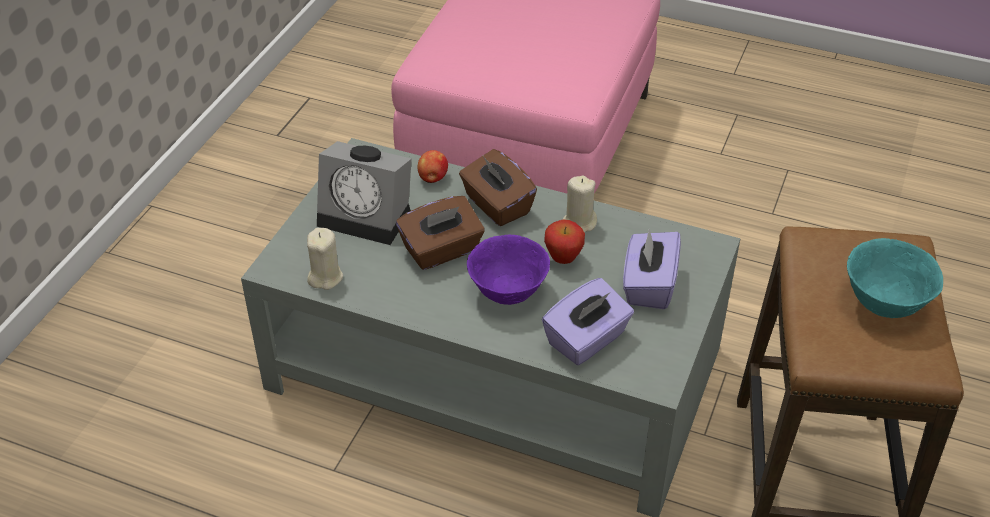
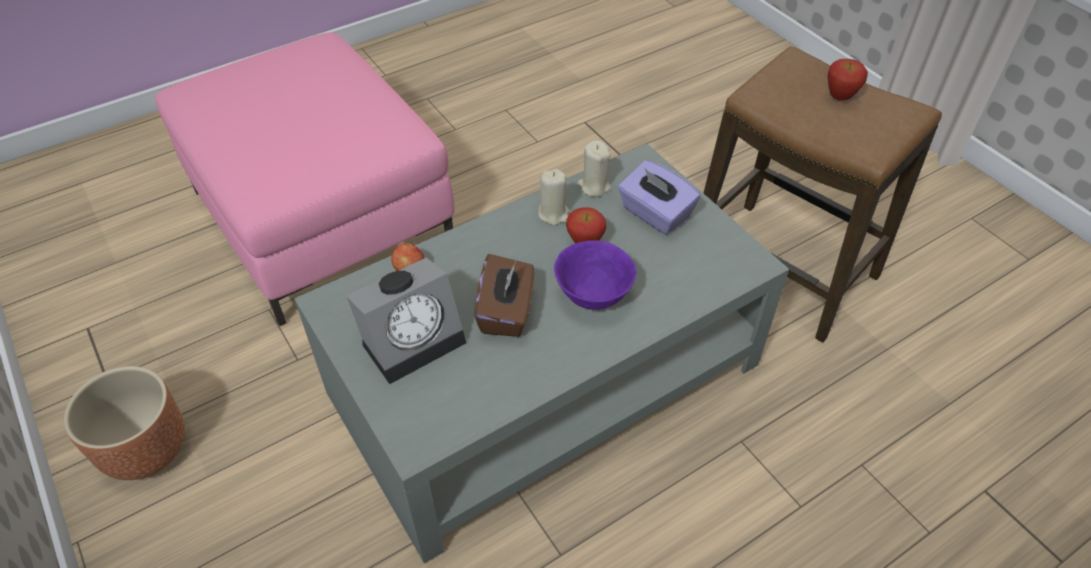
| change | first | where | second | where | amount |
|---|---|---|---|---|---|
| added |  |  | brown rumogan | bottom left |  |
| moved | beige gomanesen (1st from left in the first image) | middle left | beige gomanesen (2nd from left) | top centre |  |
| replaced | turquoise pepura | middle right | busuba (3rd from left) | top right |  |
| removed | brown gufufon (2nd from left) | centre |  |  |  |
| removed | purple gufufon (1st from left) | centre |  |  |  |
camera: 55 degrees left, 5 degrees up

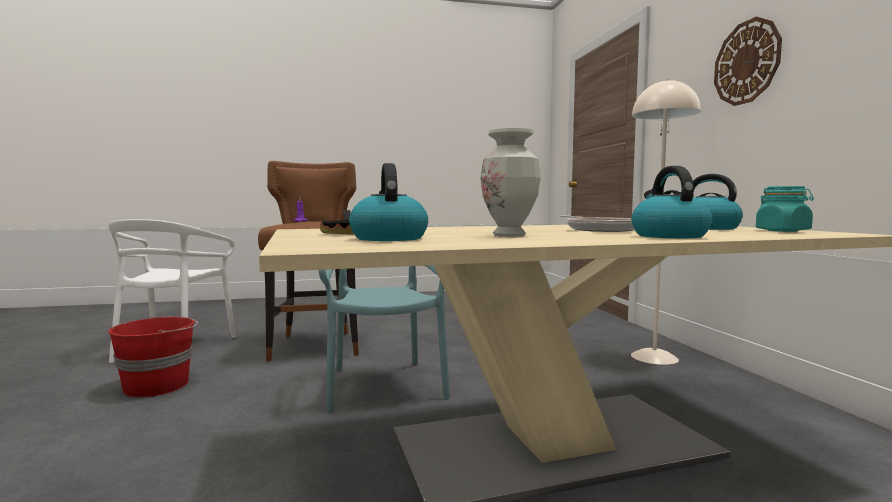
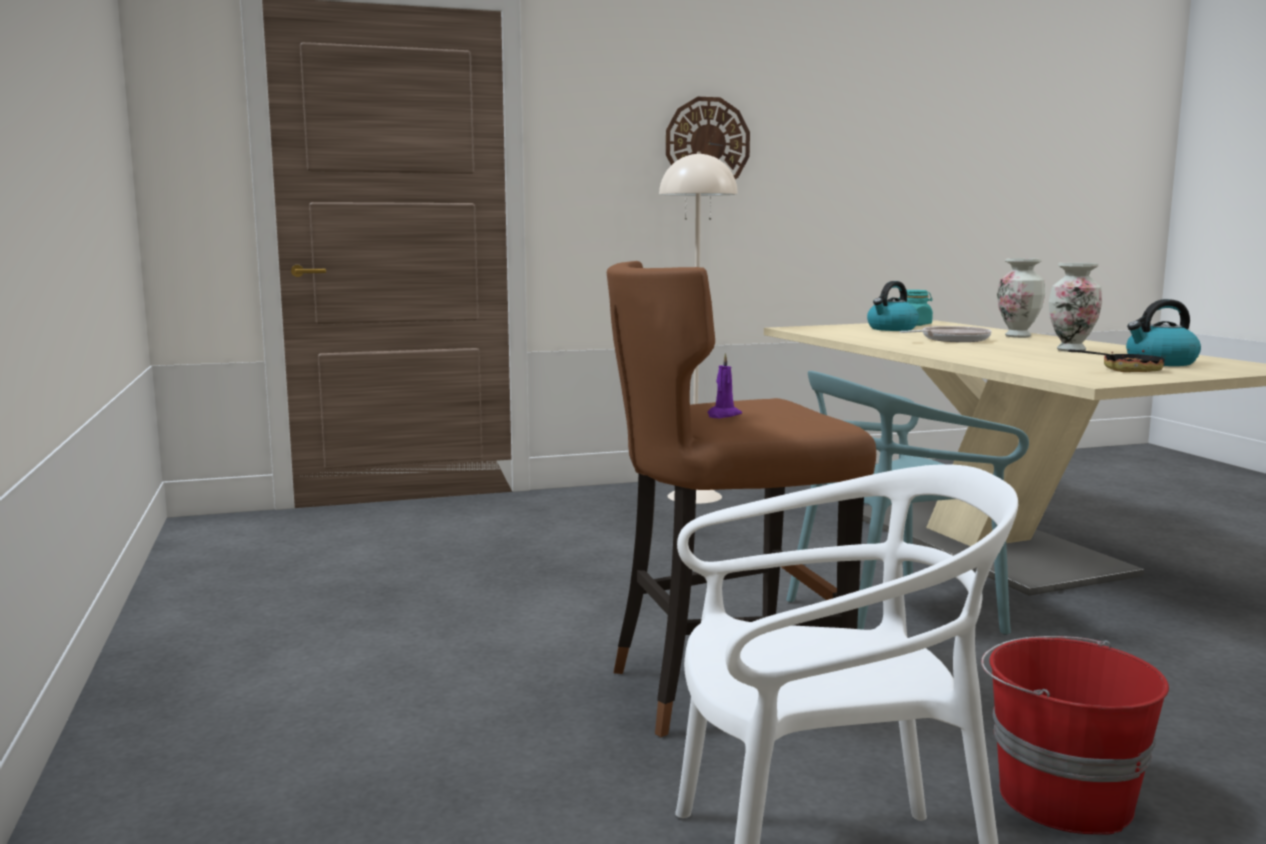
| change | first | where | second | where | amount |
|---|---|---|---|---|---|
| replaced | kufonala (2nd from left) | middle right | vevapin (1st from left) | middle right |  |
camera: 95 degrees left, 5 degrees up

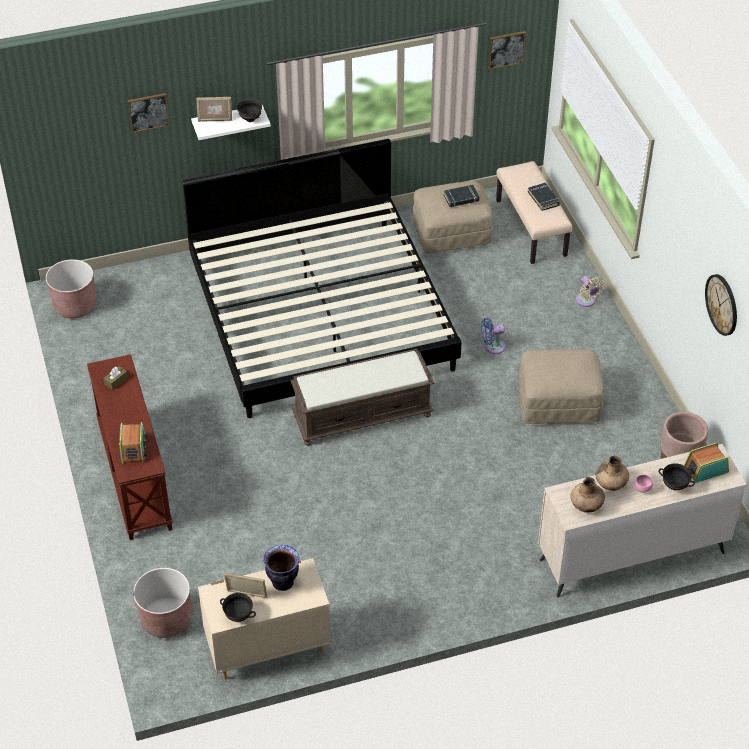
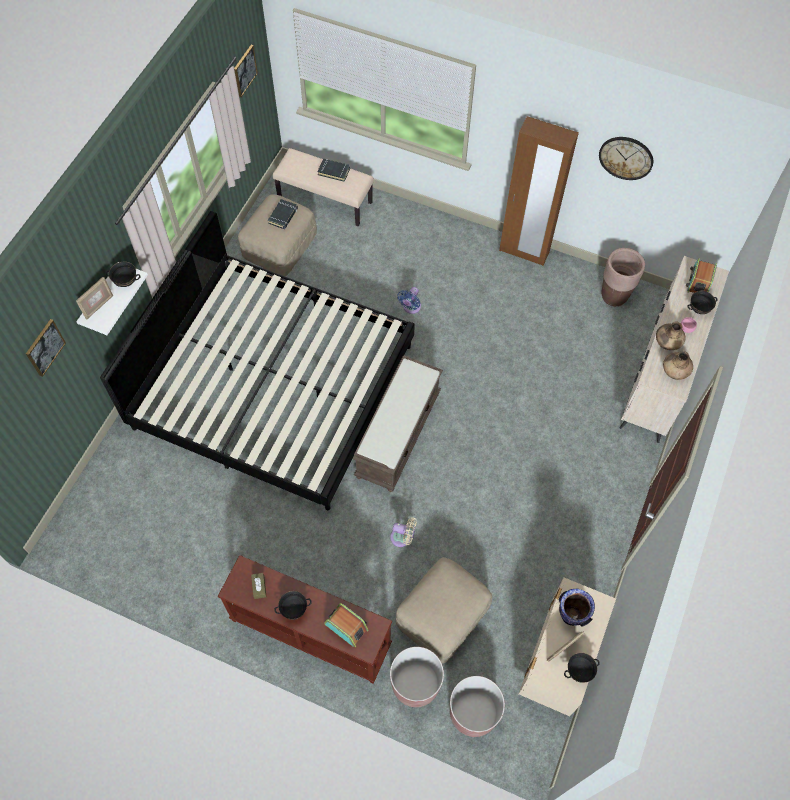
| change | first | where | second | where | amount |
|---|---|---|---|---|---|
| added |  |  | black pepura (2nd from left) | bottom centre |  |
| moved | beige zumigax | middle right |  | centre |  |
| moved | brown rumogan (1st from left) | middle left |  | bottom centre |  |
| moved | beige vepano (2nd from left) | middle right |  | bottom centre |  |
| added |  |  | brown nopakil | top right |  |
camera: 50 degrees left, 15 degrees up

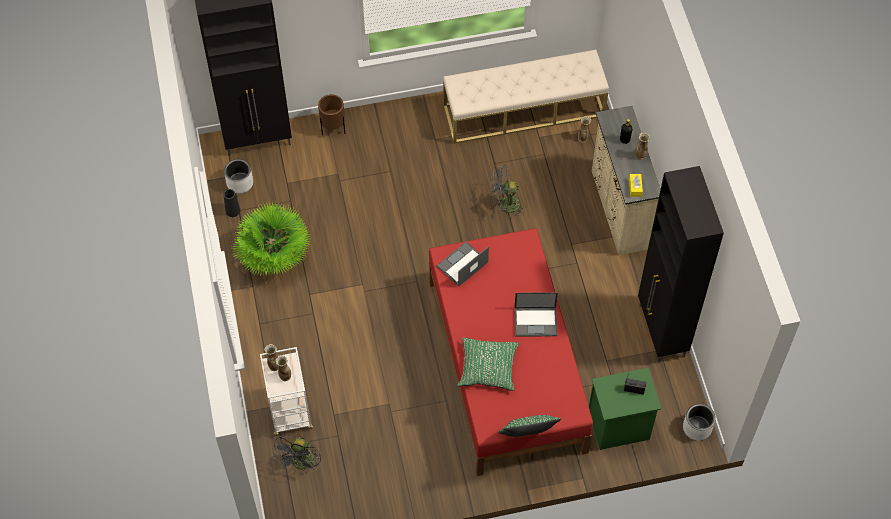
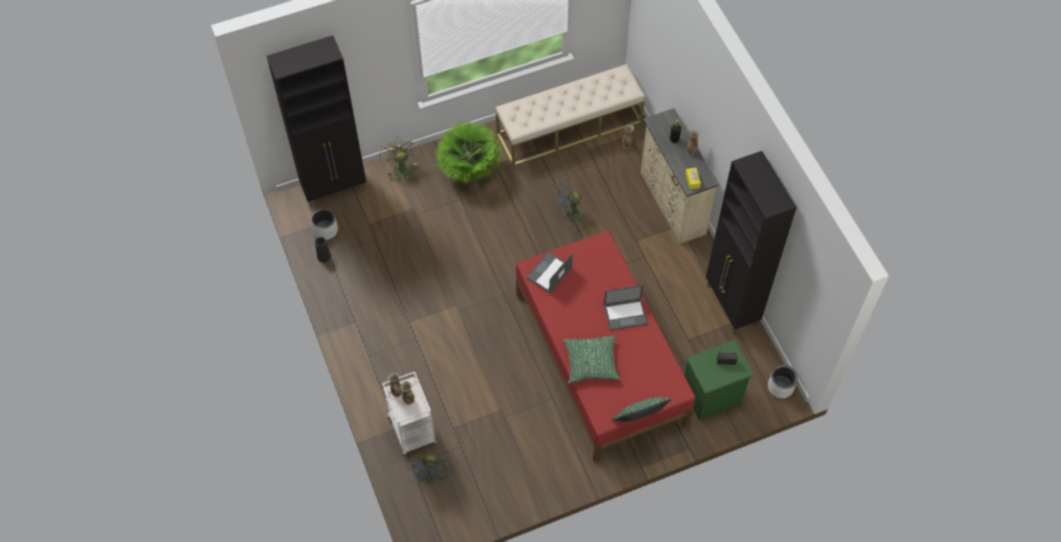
| change | first | where | second | where | amount |
|---|---|---|---|---|---|
| replaced | brown rumogan | top centre | green zumigax | top centre |  |
| moved | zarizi | middle left |  | top centre |  |
camera: 10 degrees left, 0 degrees up

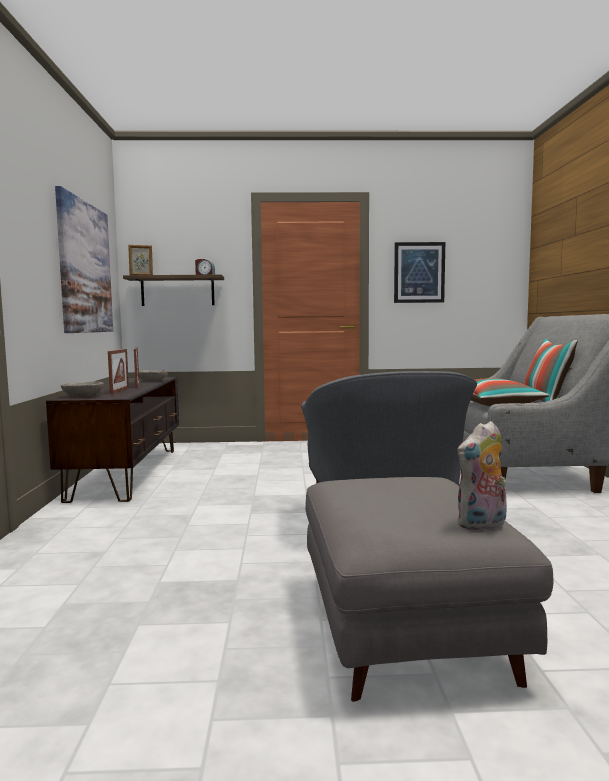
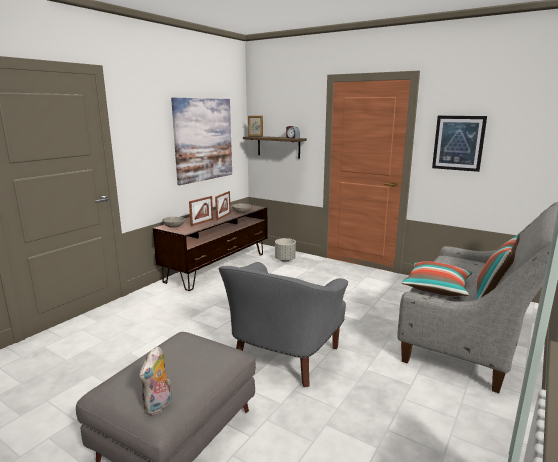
| change | first | where | second | where | amount |
|---|---|---|---|---|---|
| turned | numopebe | middle right |  | bottom left | 75 degrees counterclockwise |
| added |  |  | grey rumogan | centre |  |
camera: 35 degrees right, 10 degrees up

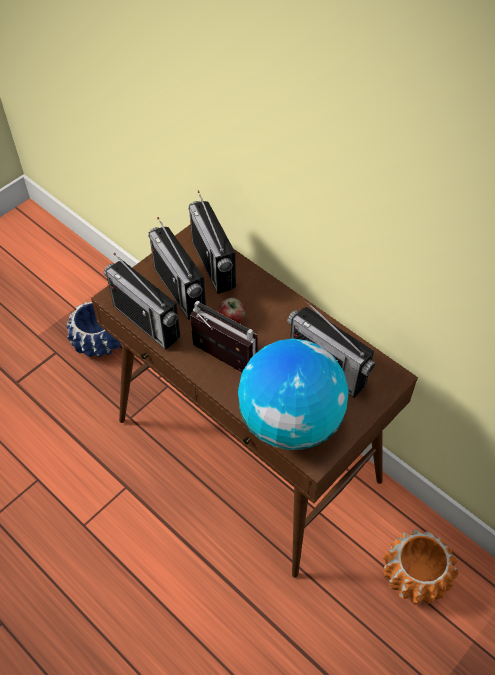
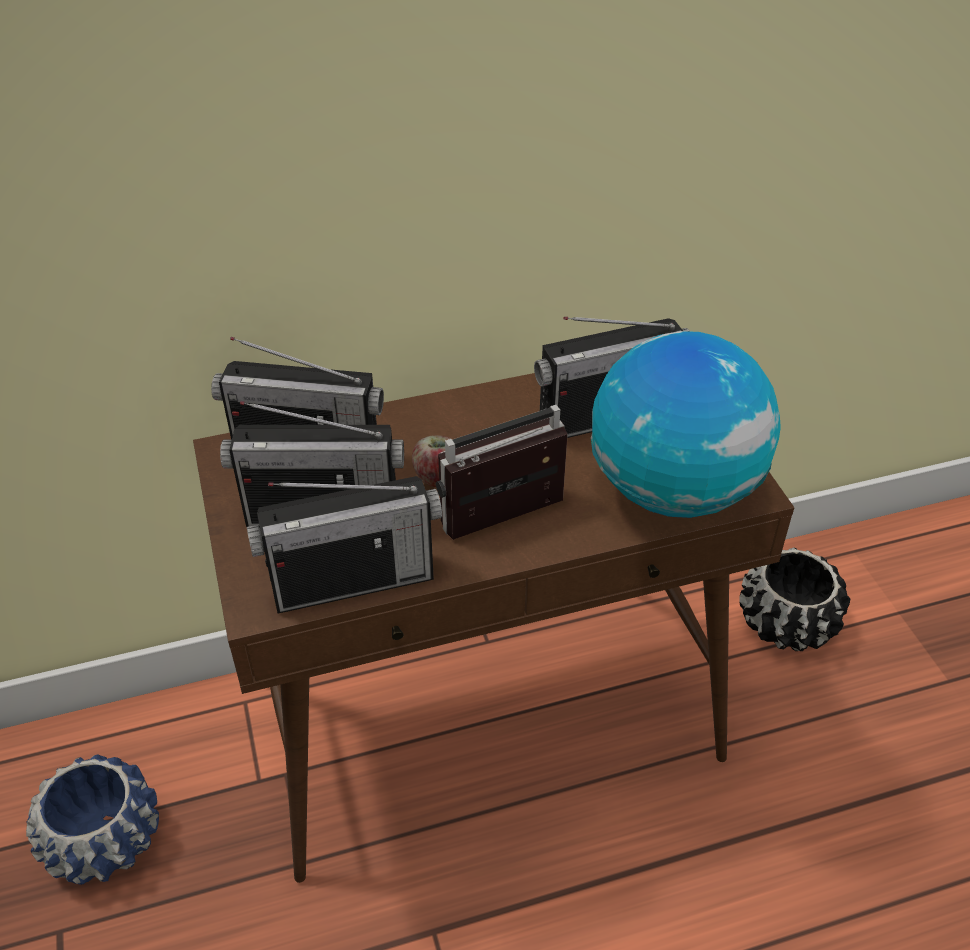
| change | first | where | second | where | amount |
|---|---|---|---|---|---|
| recoloured | orange rumogan | bottom right | black rumogan | middle right |  |
camera: 60 degrees left, 10 degrees down

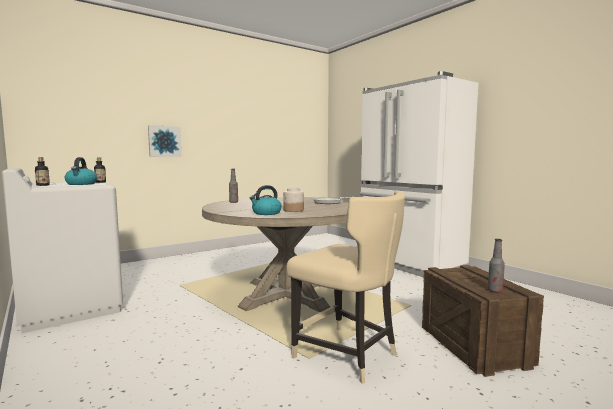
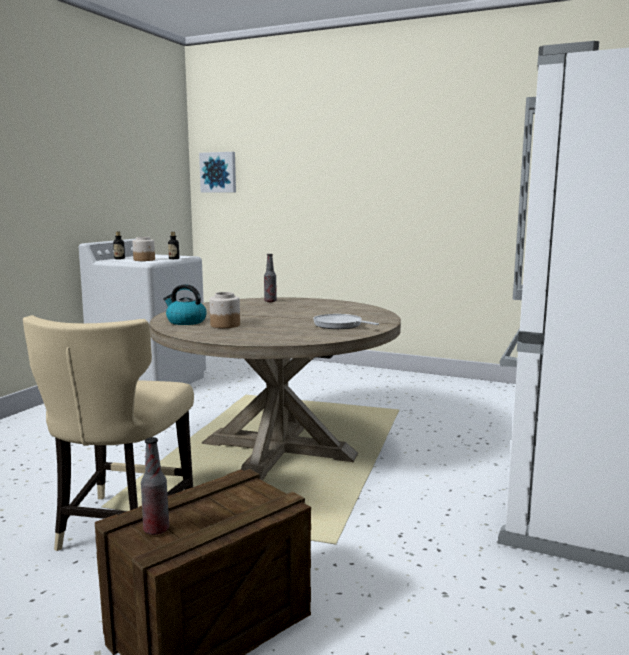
| change | first | where | second | where | amount |
|---|---|---|---|---|---|
| replaced | kufonala (1st from left) | middle left | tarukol (1st from left) | middle left |  |
| moved | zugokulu | middle left |  | top centre |  |
camera: 60 degrees right, 5 degrees up

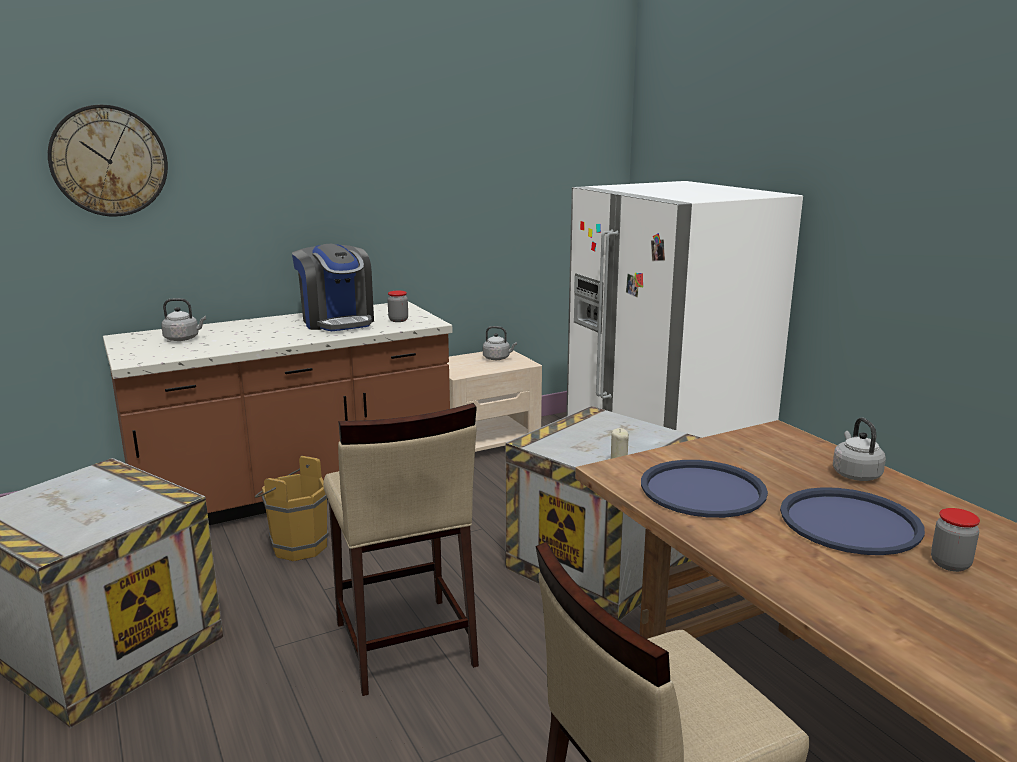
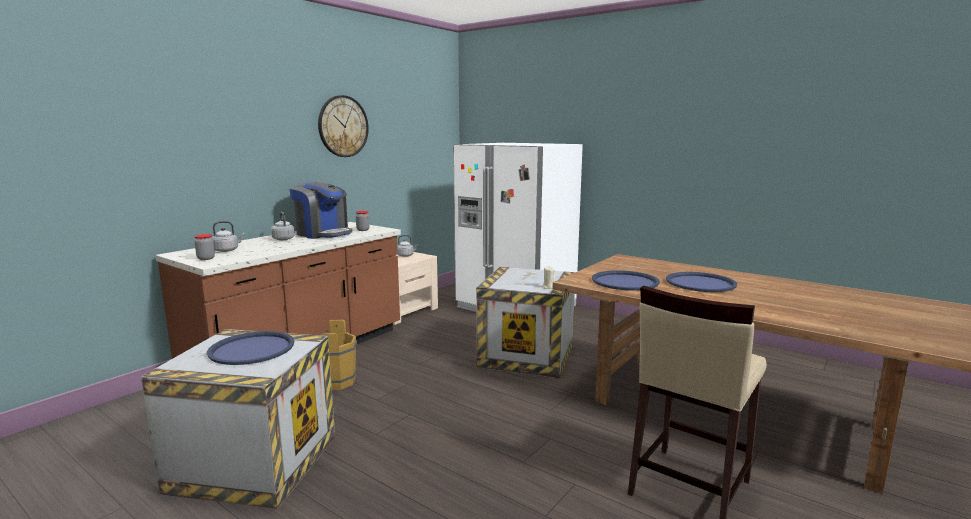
| change | first | where | second | where | amount |
|---|---|---|---|---|---|
| moved | tarukol (2nd from left in the first image) | bottom right | tarukol (1st from left) | middle left |  |
| added |  |  | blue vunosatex (1st from left) | bottom left |  |
| moved | grey kufonala (3rd from left in the first image) | middle right | grey kufonala (2nd from left) | middle left |  |
| moved | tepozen | top left |  | top centre |  |
| removed | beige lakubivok (1st from left) | bottom centre |  |  |  |
camera: 25 degrees left, 5 degrees down

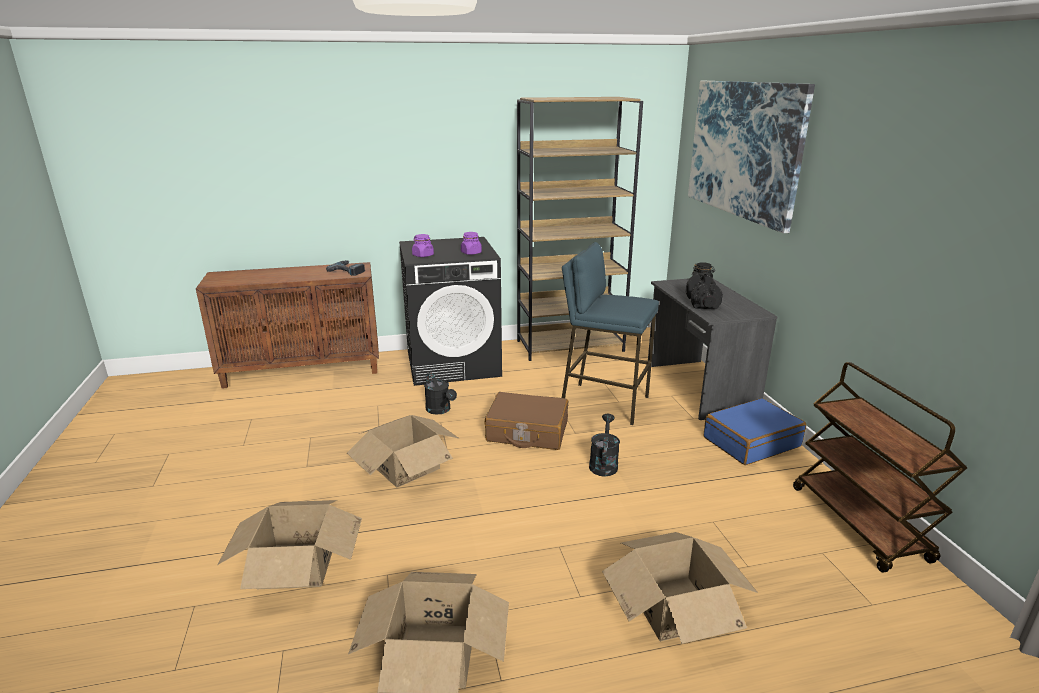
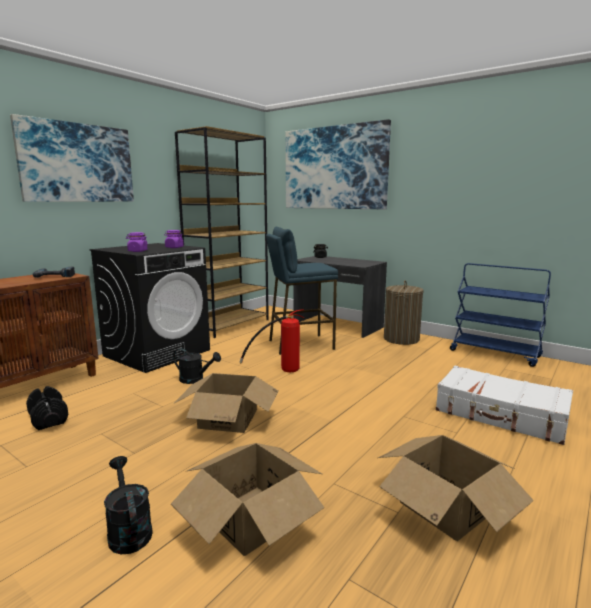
| change | first | where | second | where | amount |
|---|---|---|---|---|---|
| added |  |  | zugokulu (1st from left) | top left |  |
| moved | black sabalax | middle right |  | bottom left |  |
| moved | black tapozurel (2nd from left in the first image) | centre | black tapozurel (1st from left) | bottom left |  |
| replaced | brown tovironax | centre | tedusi | centre |  |
| replaced | blue tovironax | middle right | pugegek | middle right |  |
| replaced | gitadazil (4th from left) | bottom centre | white tovironax | middle right |  |
| recoloured | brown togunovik | bottom right | blue togunovik | middle right |  |
camera: 40 degrees left, 10 degrees down

